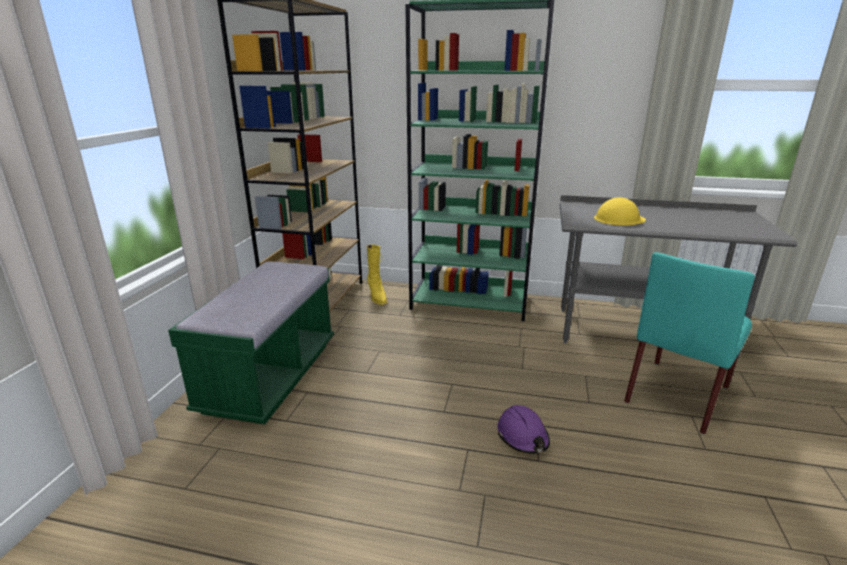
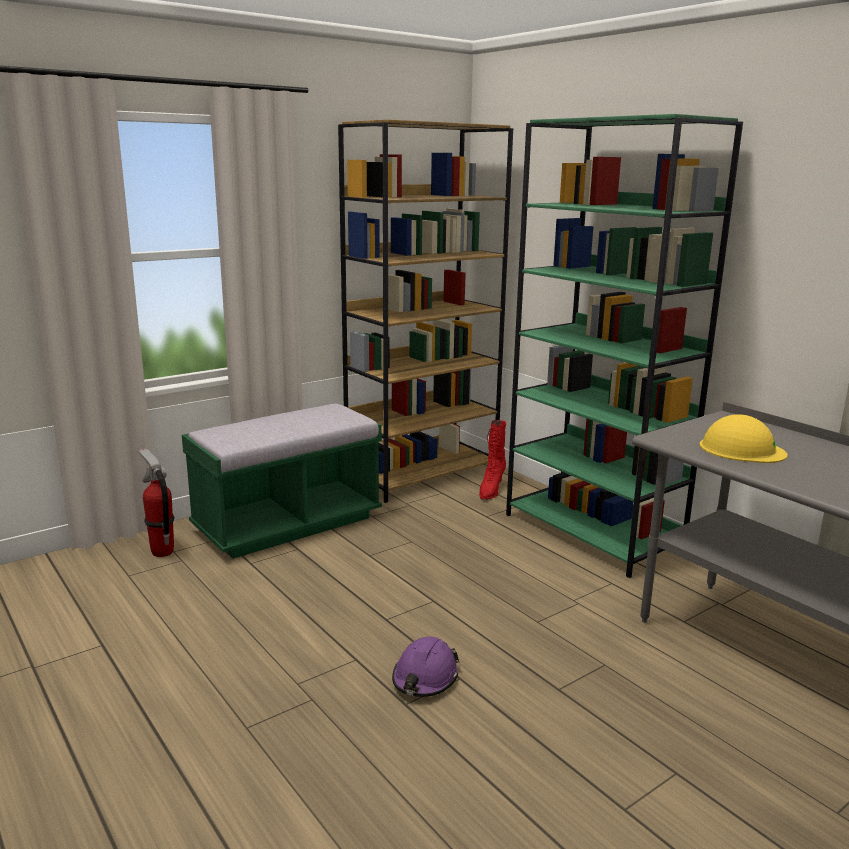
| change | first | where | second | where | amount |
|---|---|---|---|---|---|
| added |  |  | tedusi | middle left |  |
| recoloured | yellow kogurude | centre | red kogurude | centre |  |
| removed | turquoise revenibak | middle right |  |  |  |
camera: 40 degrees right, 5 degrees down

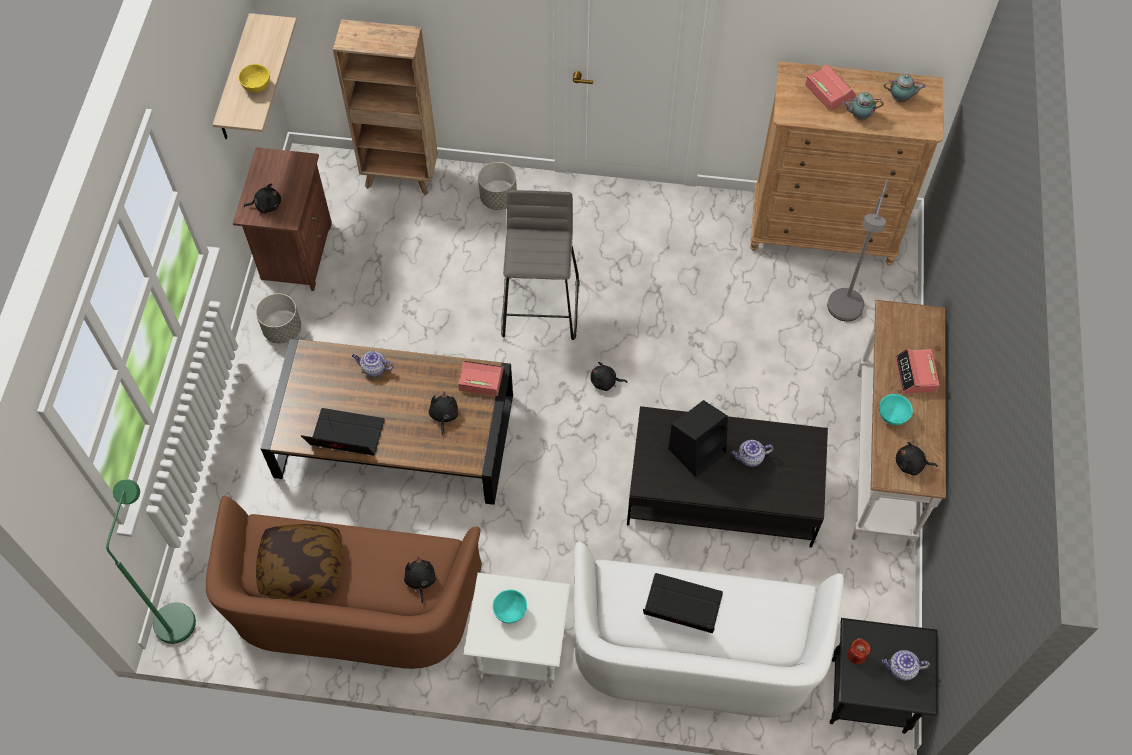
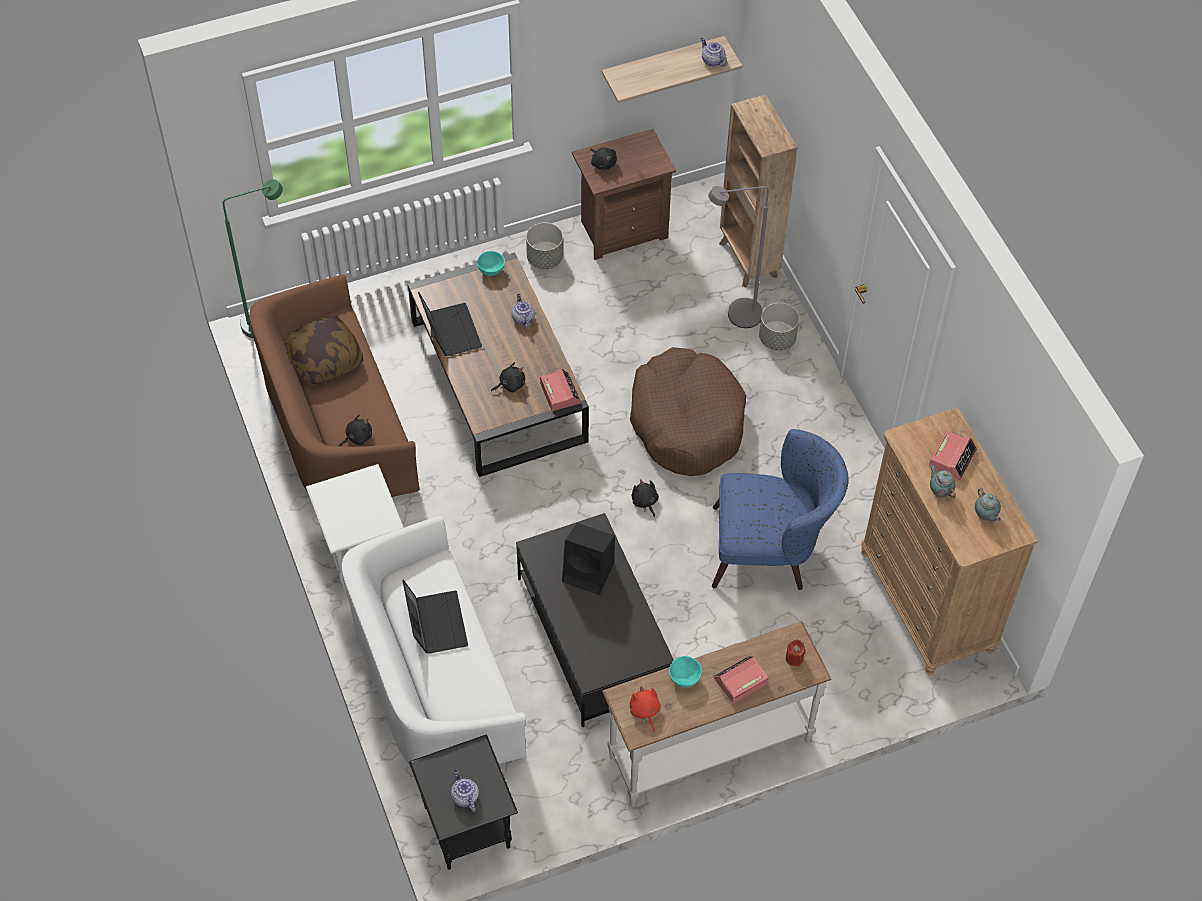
| change | first | where | second | where | amount |
|---|---|---|---|---|---|
| moved | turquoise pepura (1st from left) | bottom centre |  | top centre |  |
| replaced | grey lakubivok | centre | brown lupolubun | centre |  |
| recoloured | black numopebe (5th from left) | middle right | red numopebe | bottom centre |  |
| moved | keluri (2nd from left in the first image) | centre | keluri (3rd from left) | top centre |  |
| moved | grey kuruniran | top right |  | top centre |  |
| added |  |  | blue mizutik | centre |  |
| moved | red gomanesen | bottom right |  | bottom centre |  |
| removed | yellow pepura | top left |  |  |  |
camera: 60 degrees right, 5 degrees down

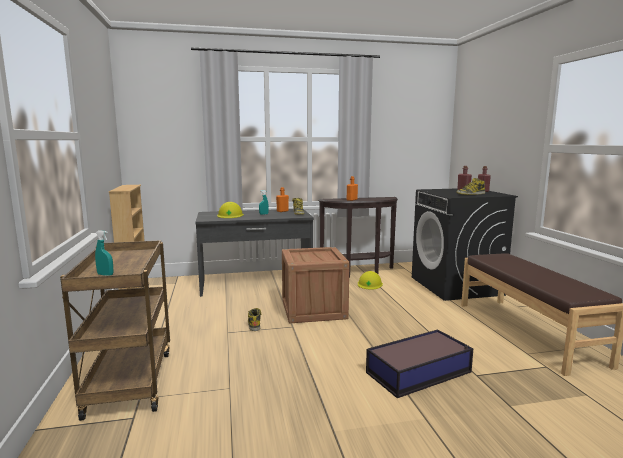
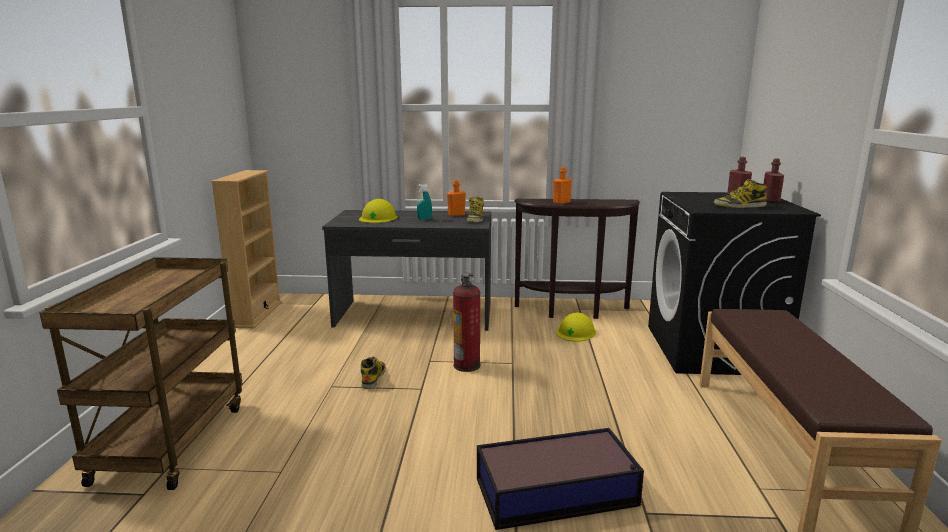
| change | first | where | second | where | amount |
|---|---|---|---|---|---|
| replaced | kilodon | centre | tedusi | centre |  |
| removed | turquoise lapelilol (1st from left) | middle left |  |  |  |
camera: 15 degrees right, 5 degrees up

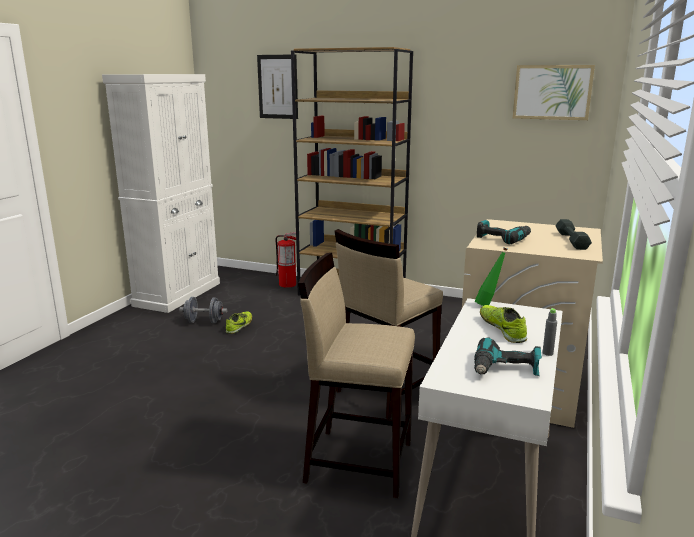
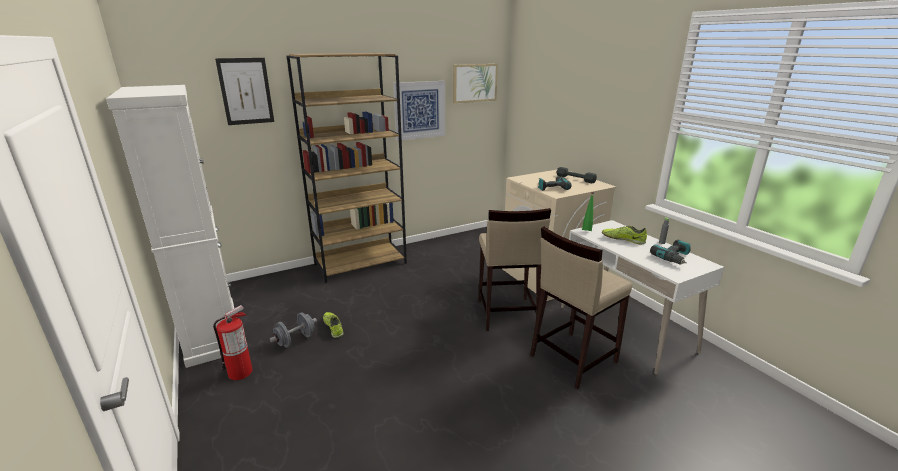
| change | first | where | second | where | amount |
|---|---|---|---|---|---|
| moved | tedusi | centre |  | bottom left |  |
| added |  |  | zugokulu (2nd from left) | top centre |  |
camera: 50 degrees left, 5 degrees up

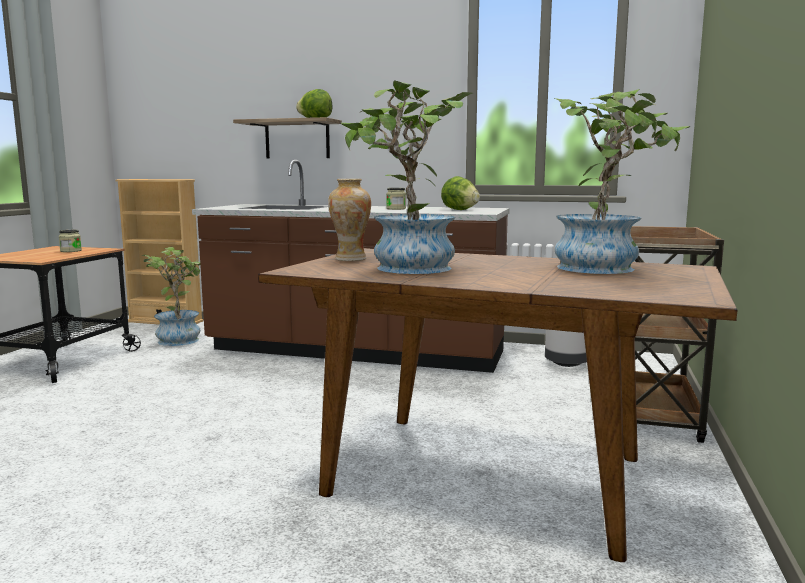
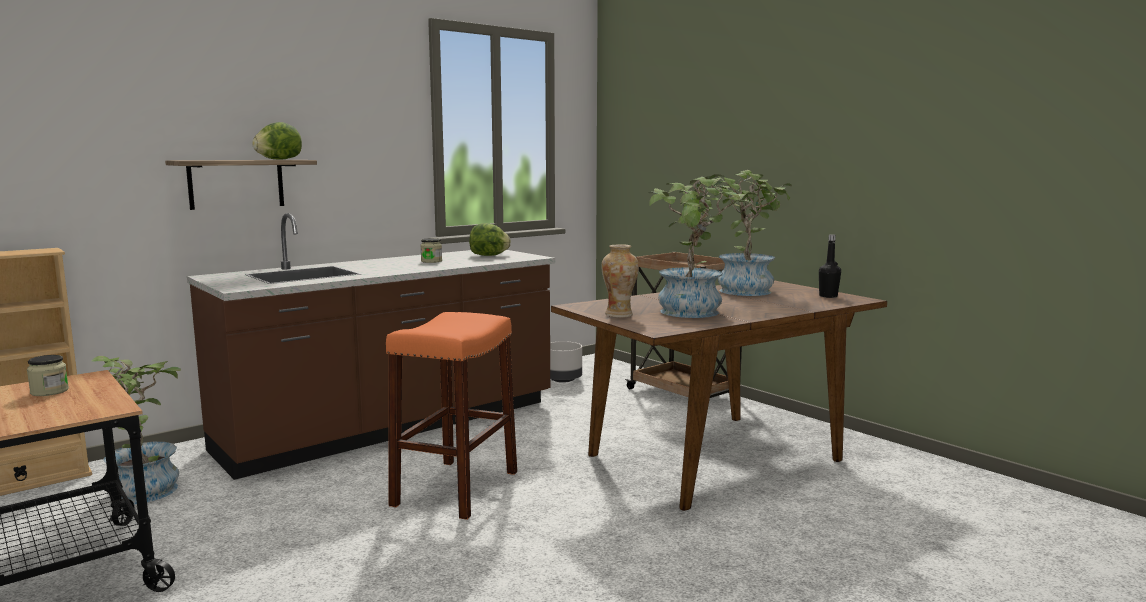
| change | first | where | second | where | amount |
|---|---|---|---|---|---|
| added |  |  | orange lakubivok | bottom centre |  |
| added |  |  | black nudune | middle right |  |
camera: 55 degrees left, 0 degrees up

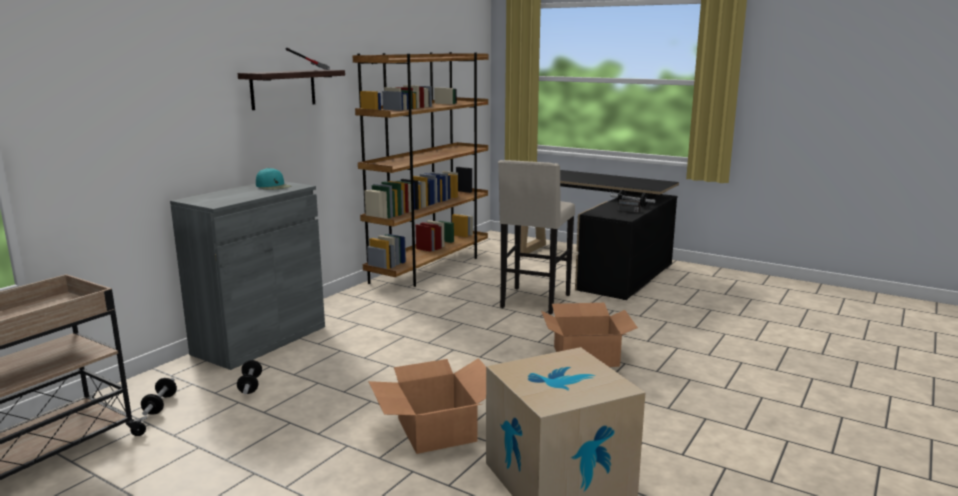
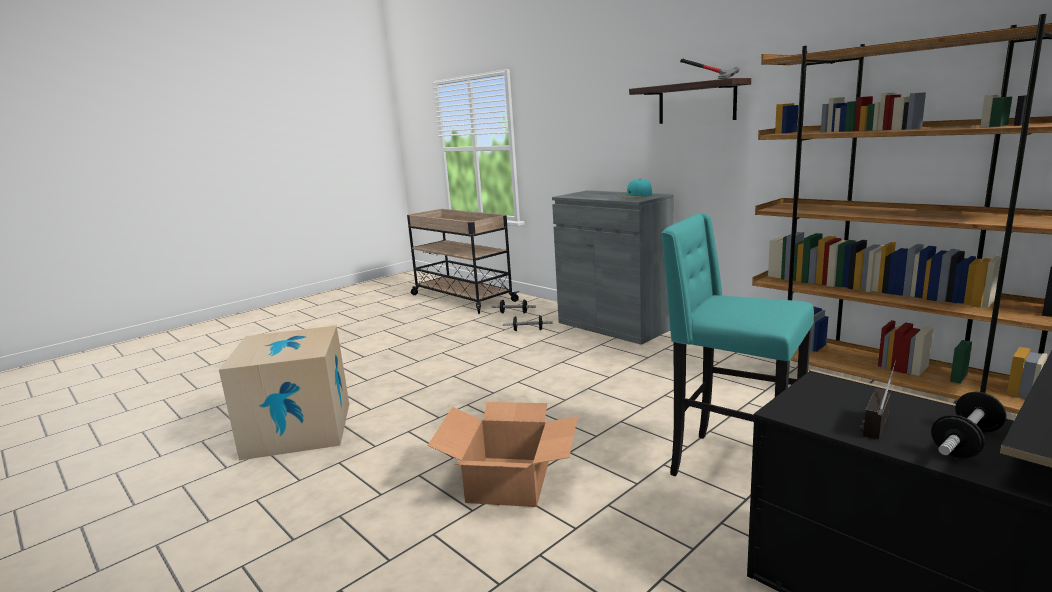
| change | first | where | second | where | amount |
|---|---|---|---|---|---|
| recoloured | beige lakubivok | centre | turquoise lakubivok | middle right |  |
| removed | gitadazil (1st from left) | bottom centre |  |  |  |
camera: 105 degrees right, 0 degrees up

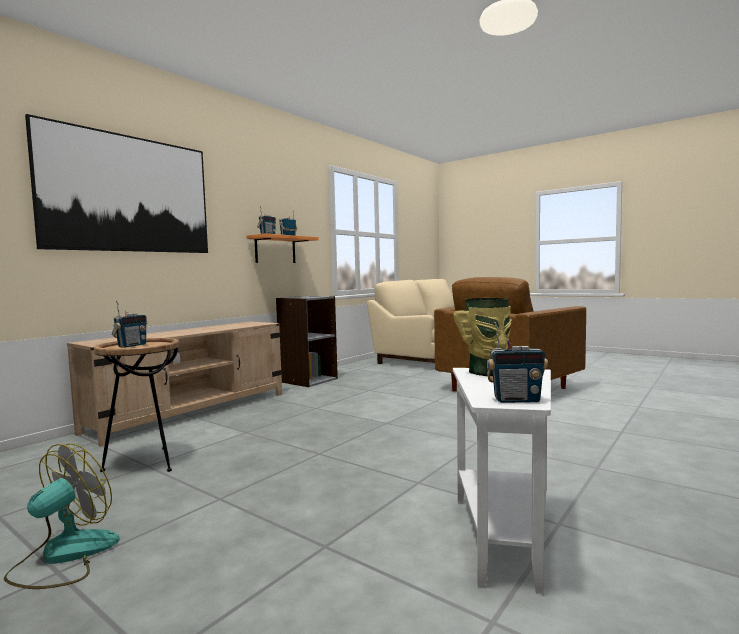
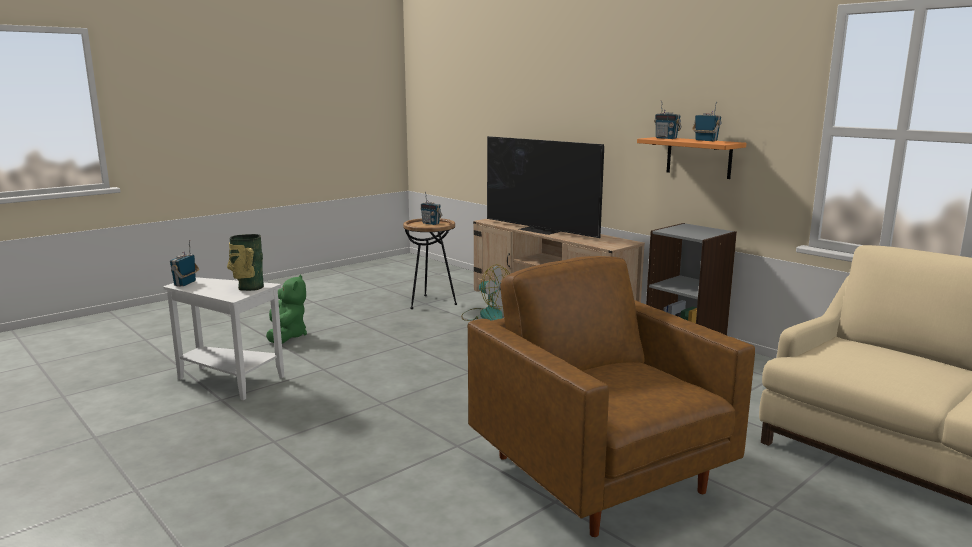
| change | first | where | second | where | amount |
|---|---|---|---|---|---|
| added |  |  | green numopebe | middle left |  |
| moved | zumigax | bottom left |  | centre |  |
| added |  |  | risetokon | centre |  |
| removed | zugokulu | top left |  |  |  |
camera: 100 degrees right, 10 degrees up

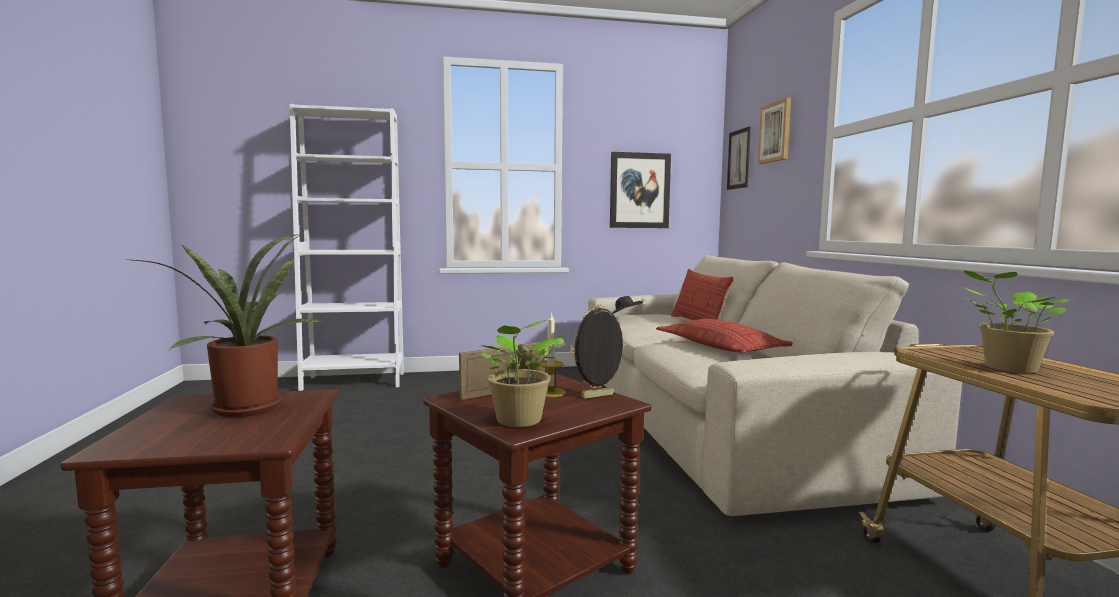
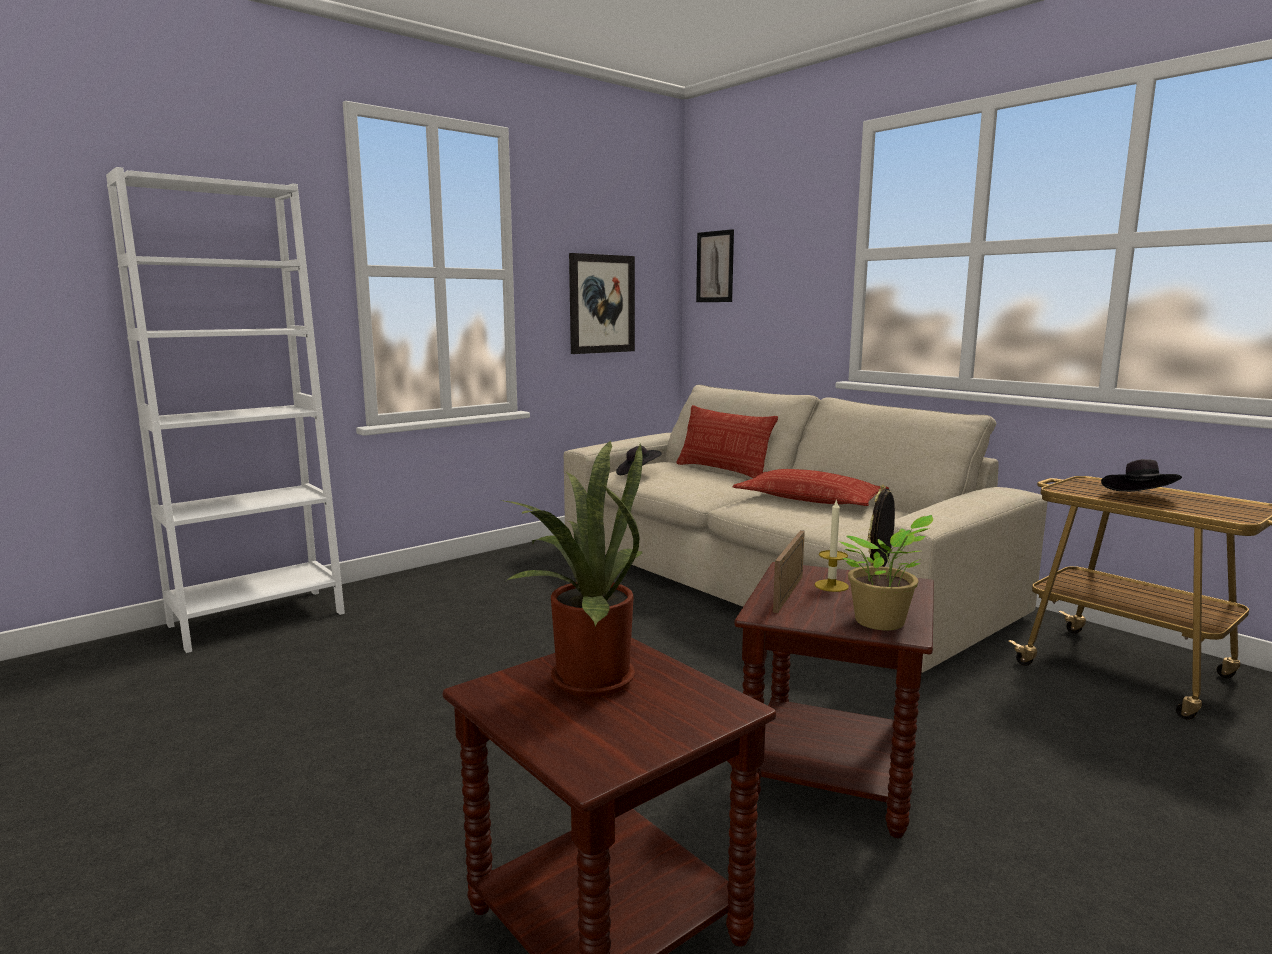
| change | first | where | second | where | amount |
|---|---|---|---|---|---|
| replaced | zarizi (3rd from left) | middle right | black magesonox (2nd from left) | middle right |  |
| removed | zugokulu (3rd from left) | top right |  |  |  |
camera: 30 degrees left, 5 degrees up

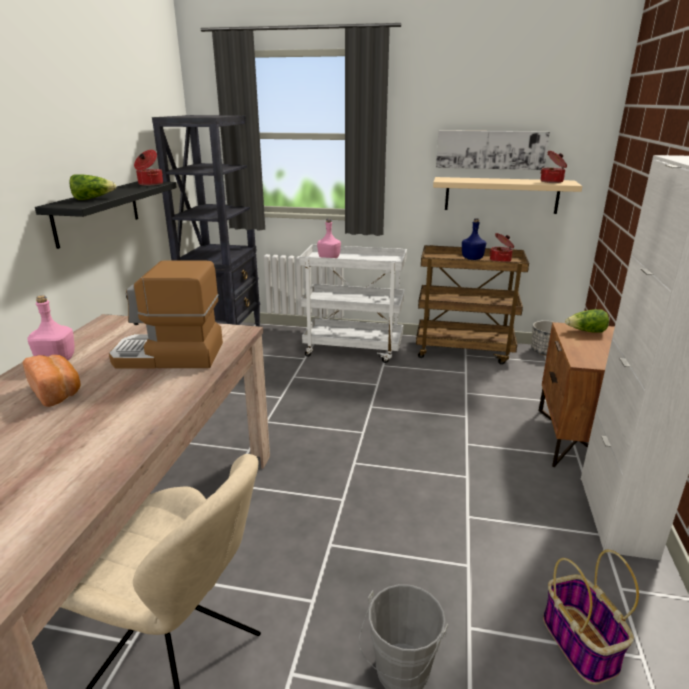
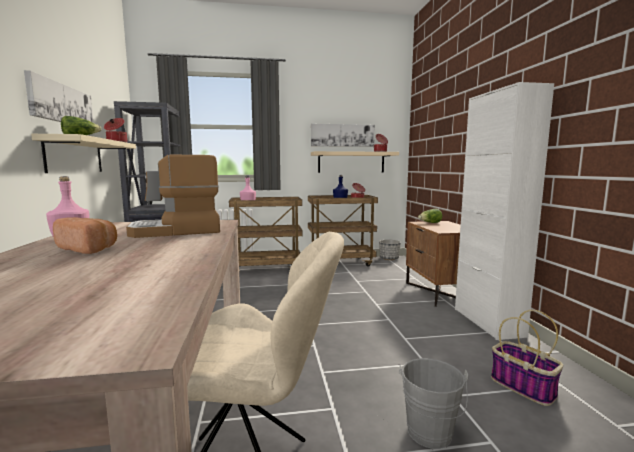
| change | first | where | second | where | amount |
|---|---|---|---|---|---|
| added |  |  | zugokulu (1st from left) | top left |  |
| recoloured | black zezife | top left | beige zezife (1st from left) | middle left |  |
| recoloured | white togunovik | centre | brown togunovik (1st from left) | centre |  |
camera: 20 degrees left, 15 degrees down

